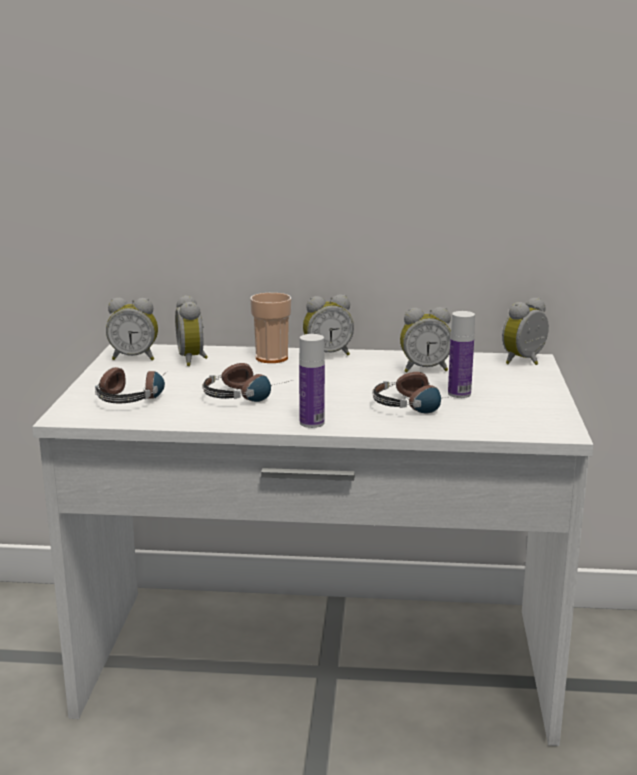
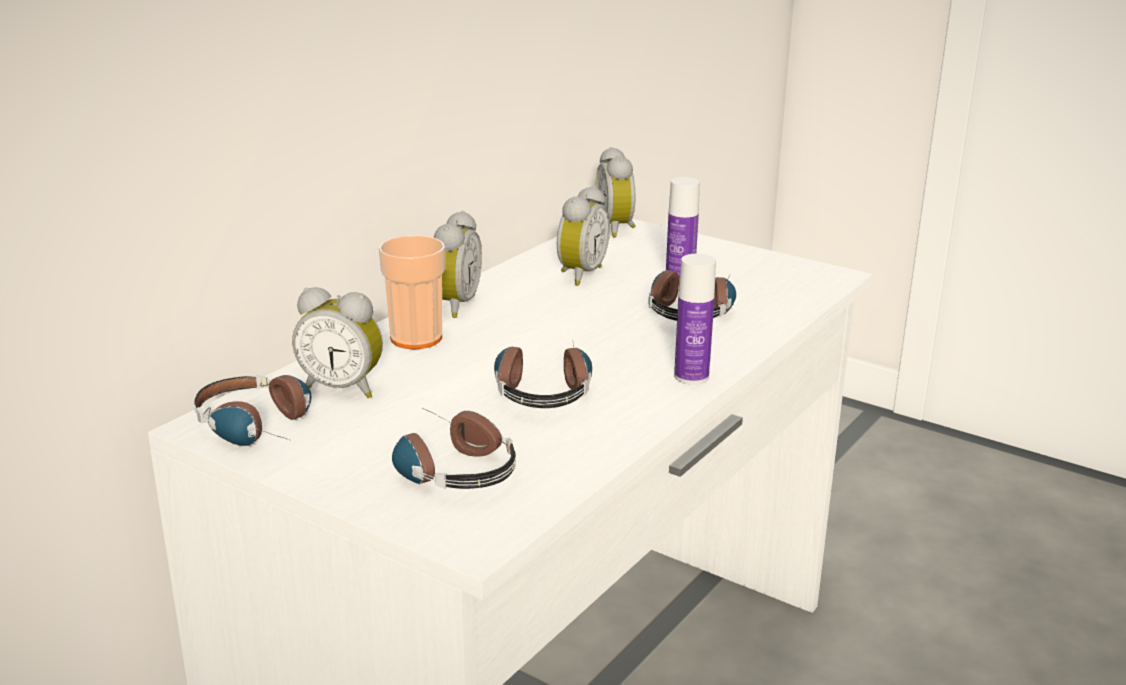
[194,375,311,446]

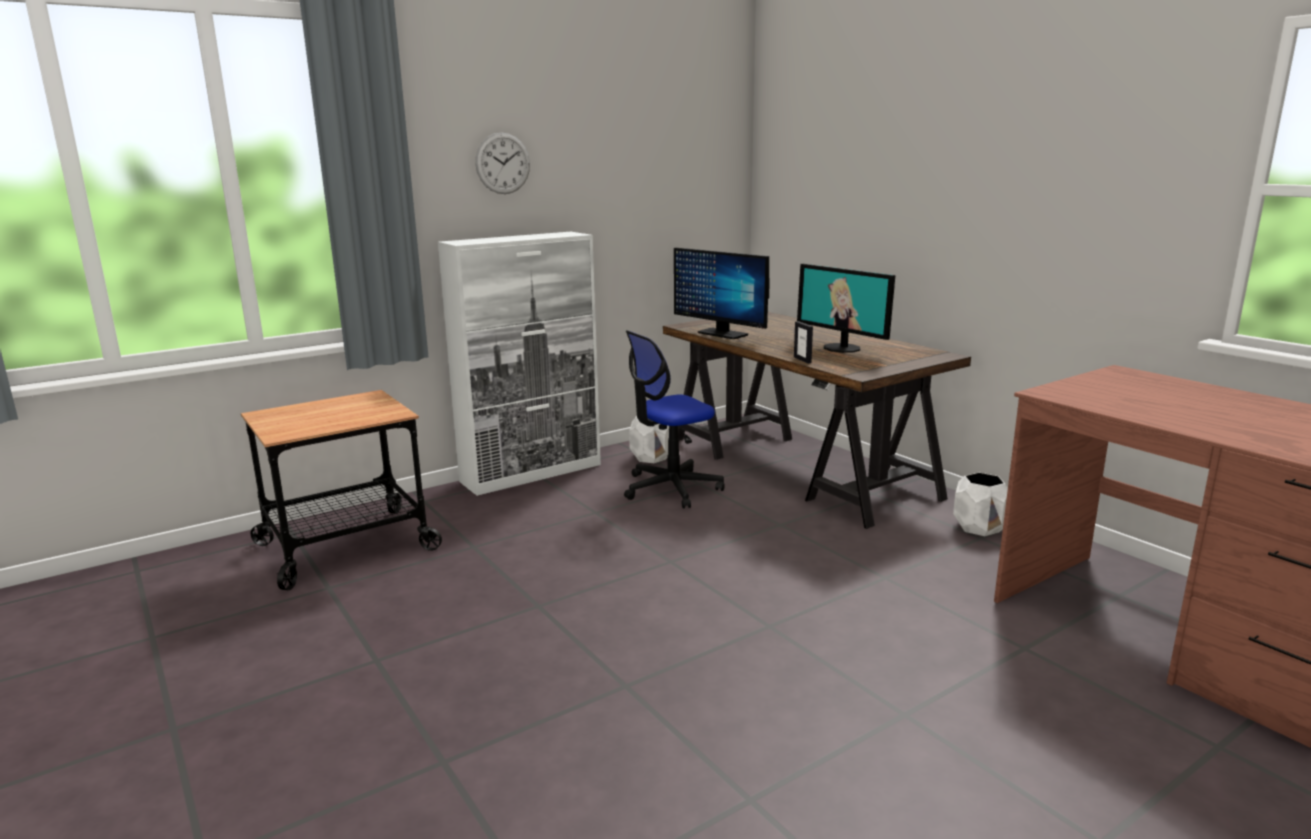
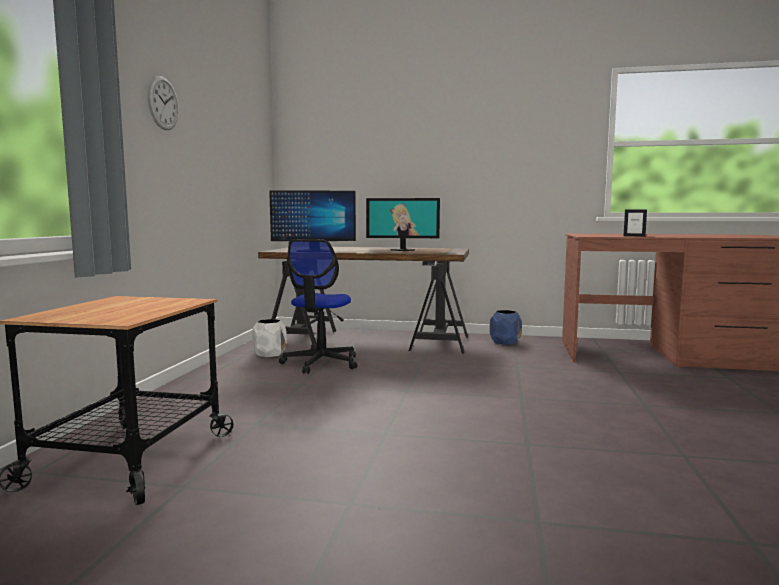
[438,232,601,496] (first image)
[624,209,647,237]
[490,310,522,345]

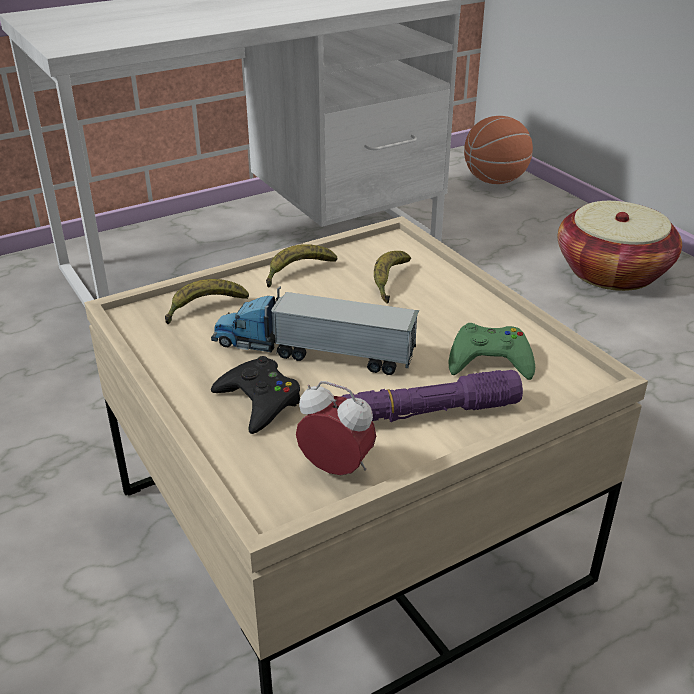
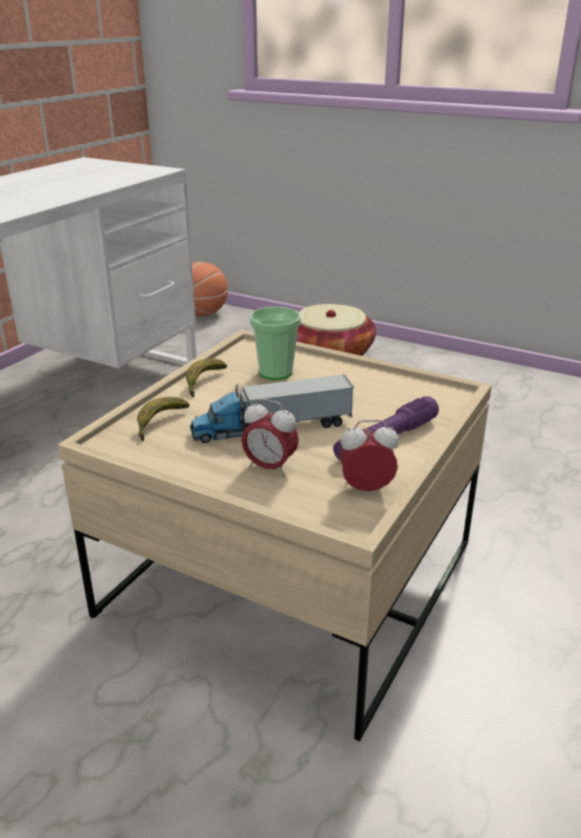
[448,323,535,380] (first image)
[241,398,299,477]
[250,307,301,380]

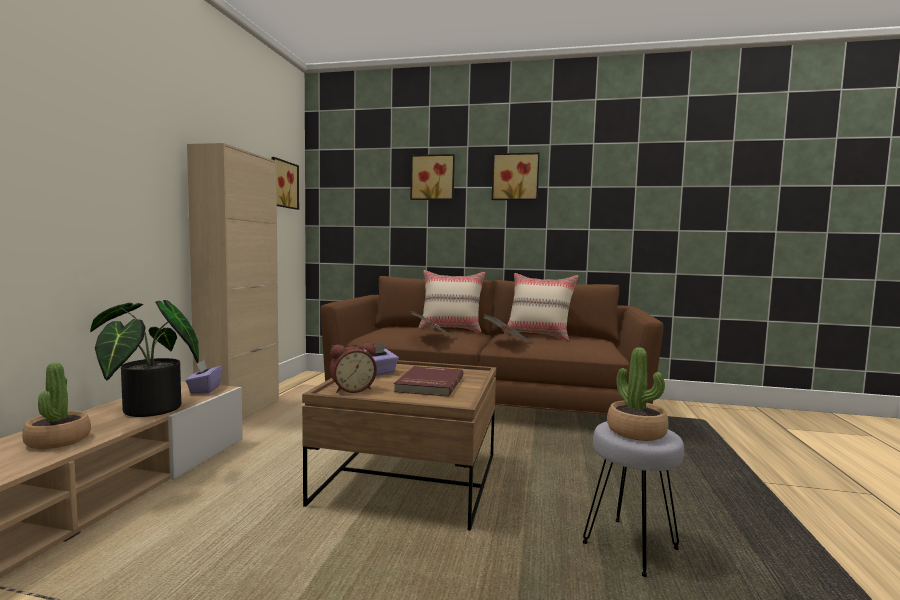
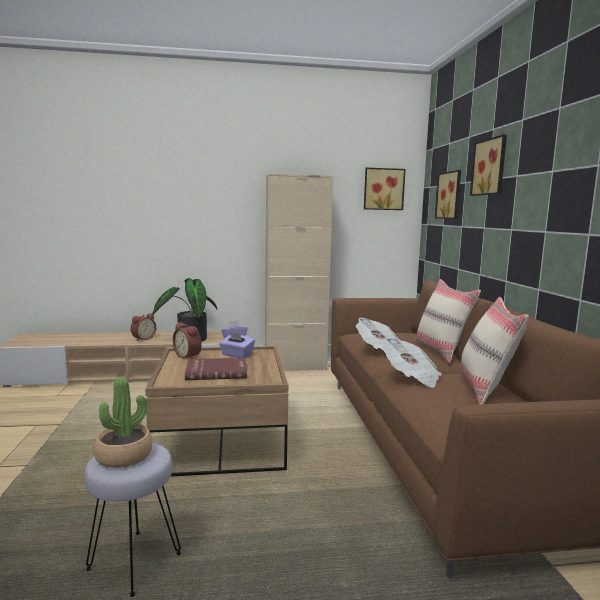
[435,170,461,219]
[131,313,156,341]

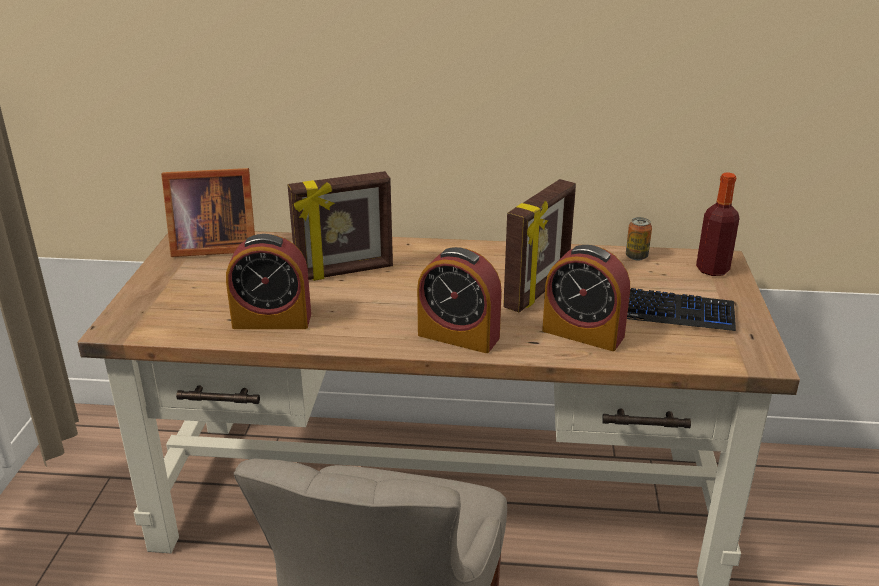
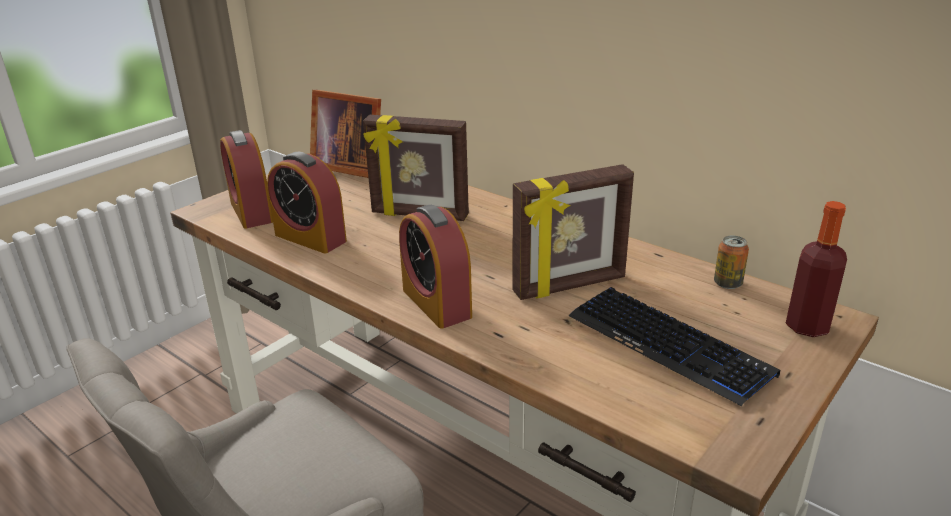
[220,130,273,229]

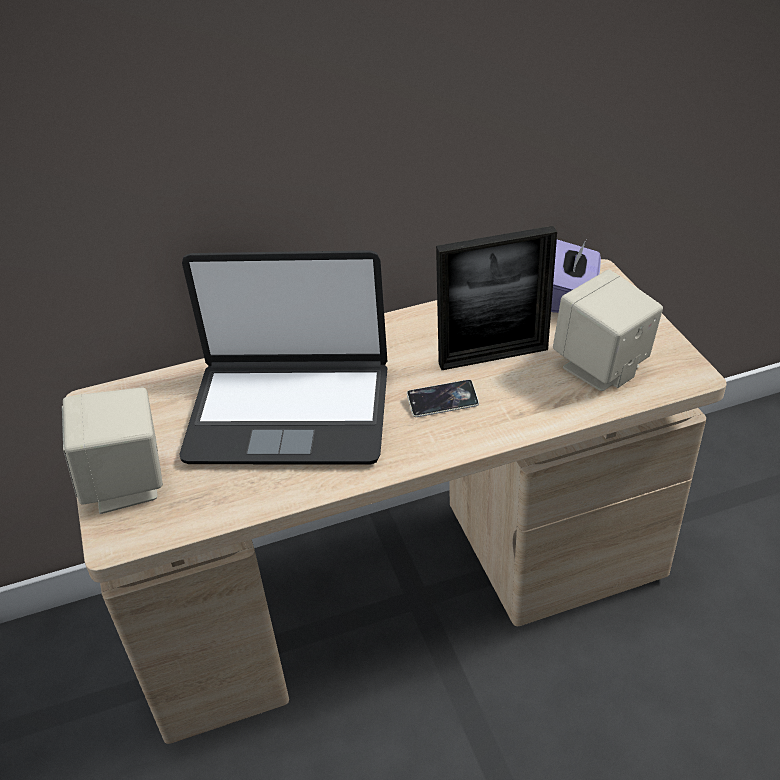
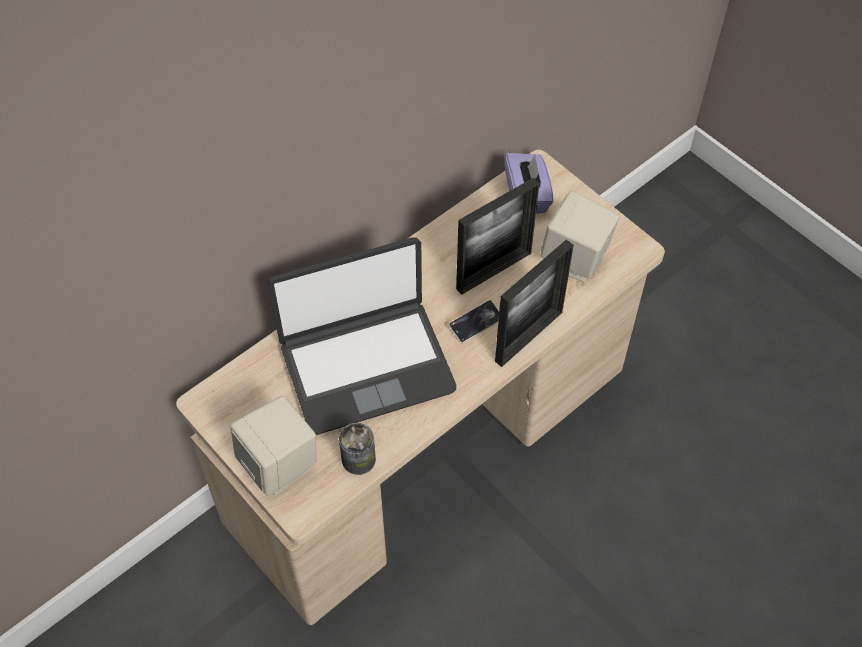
[339,423,376,475]
[495,240,574,367]

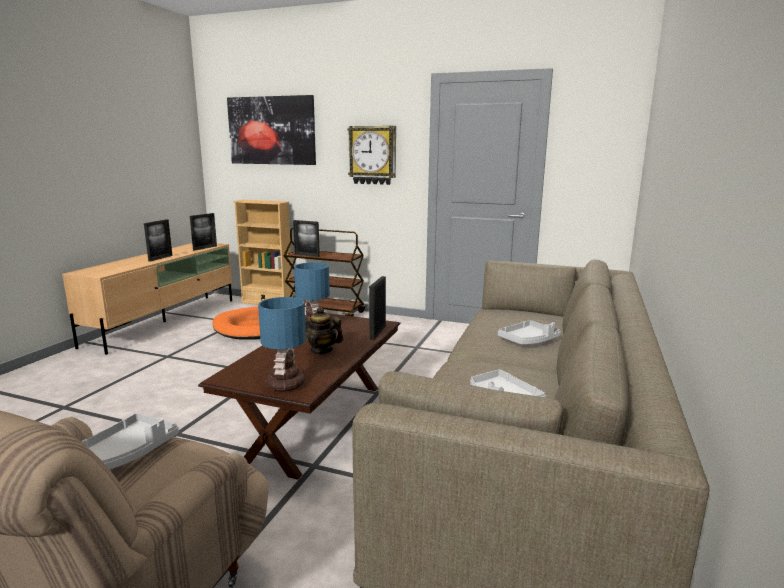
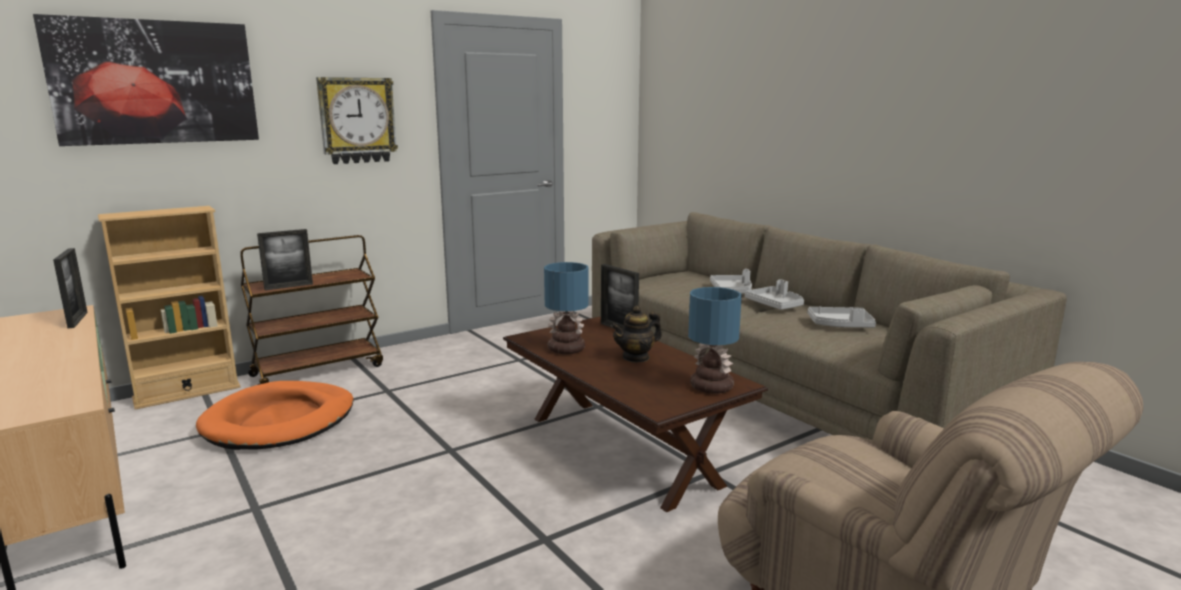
[144,219,172,261] (first image)
[745,279,804,310]

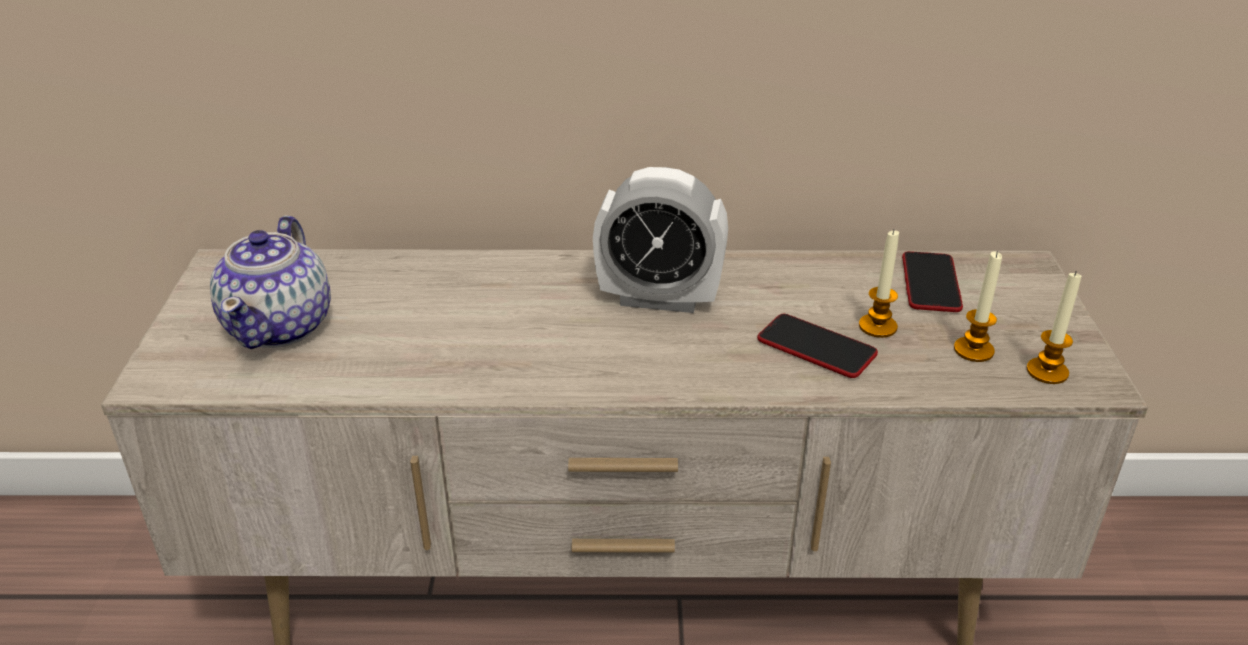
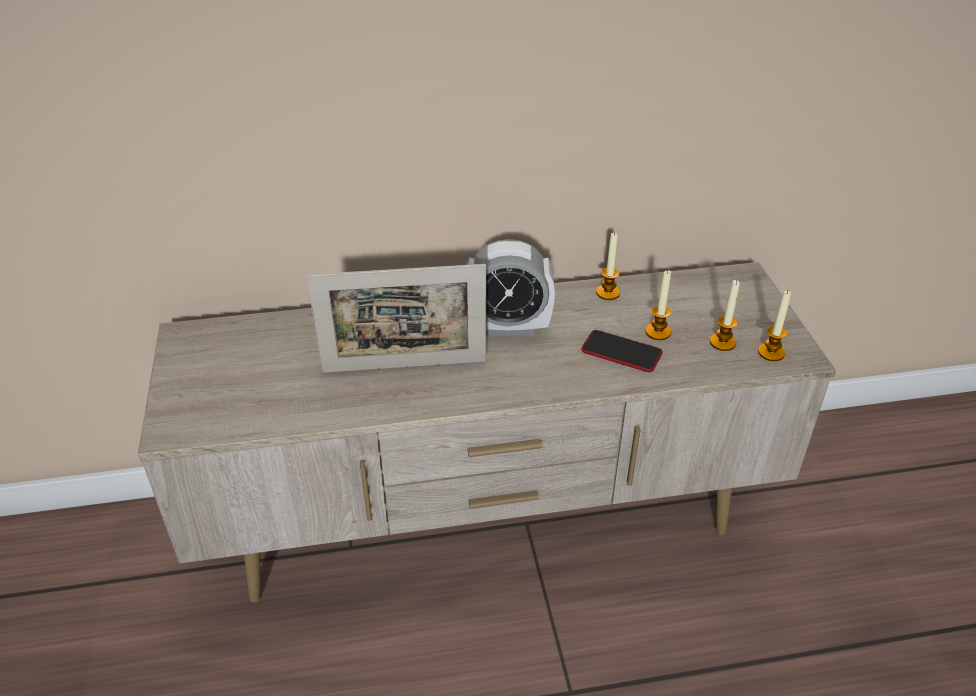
[210,215,331,349] (first image)
[902,251,963,312] (first image)
[307,264,486,373]
[596,232,620,300]

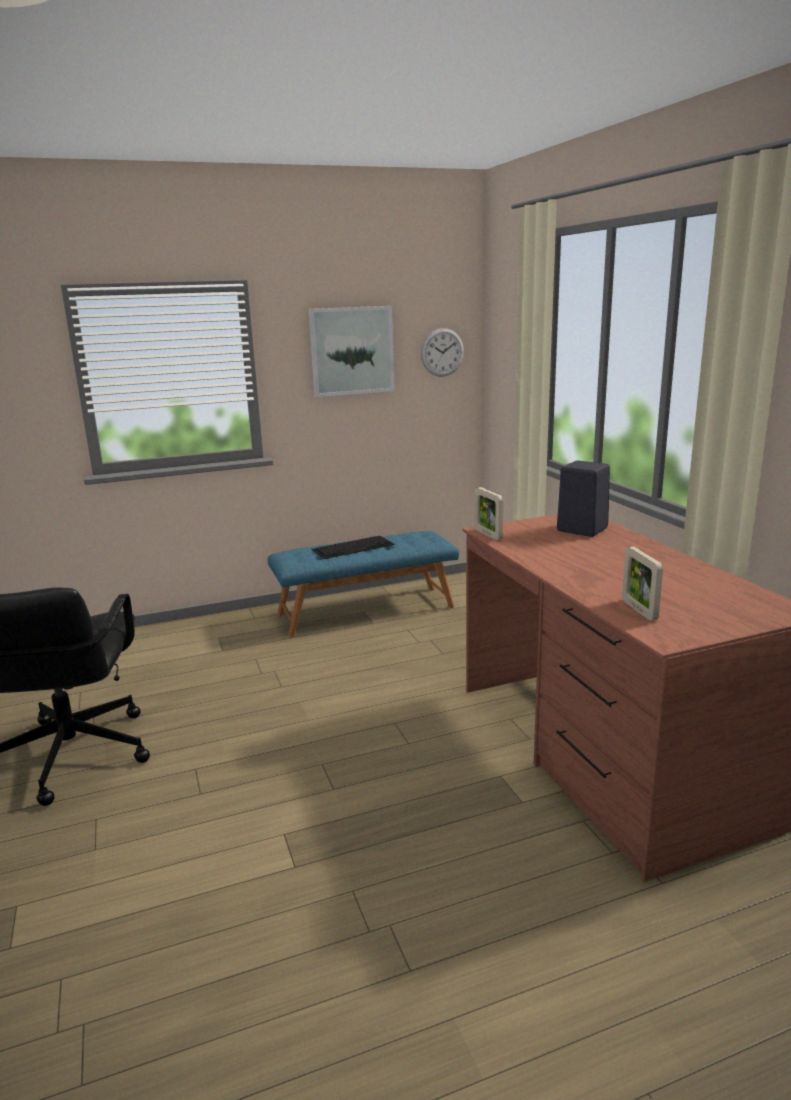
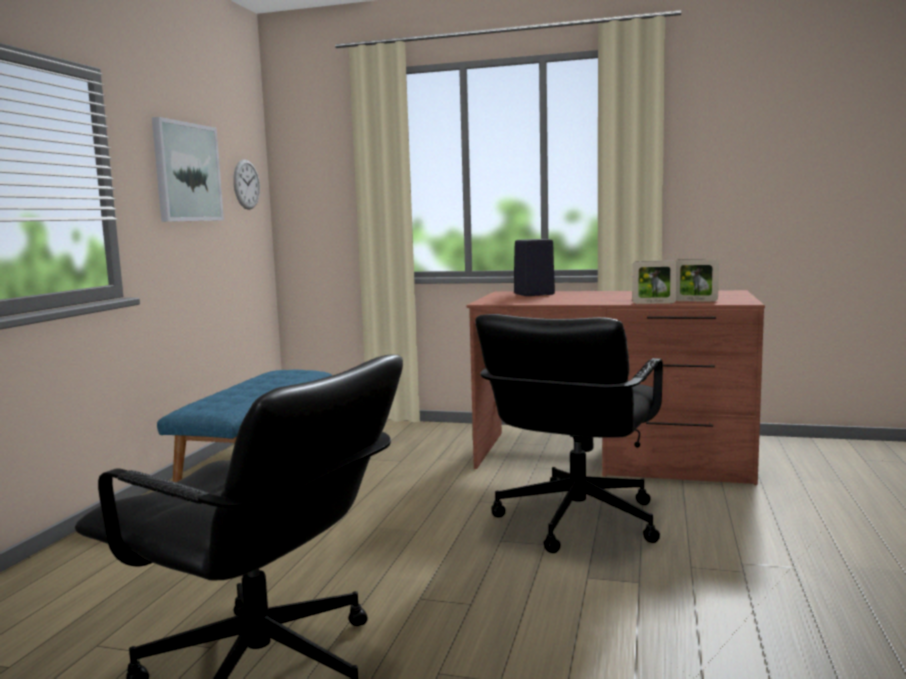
[312,536,395,559] (first image)
[475,314,663,553]
[632,260,677,304]

